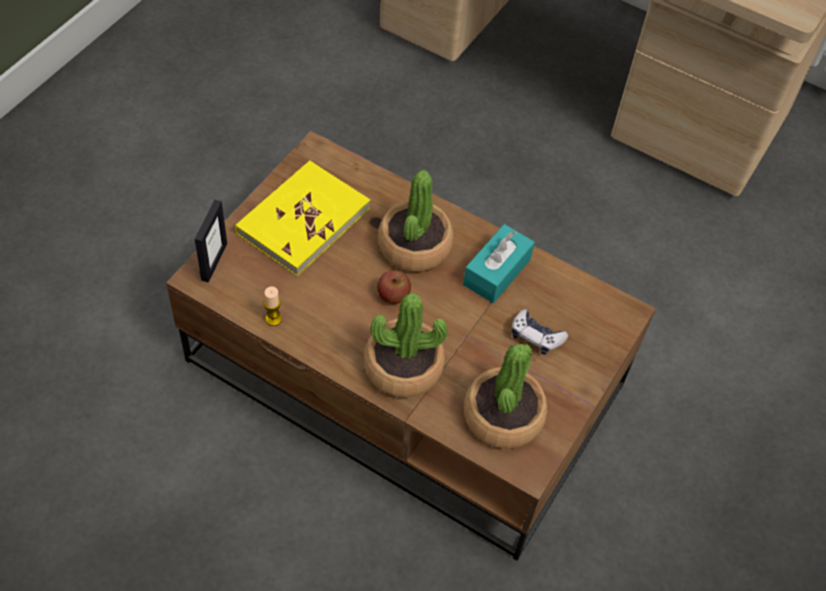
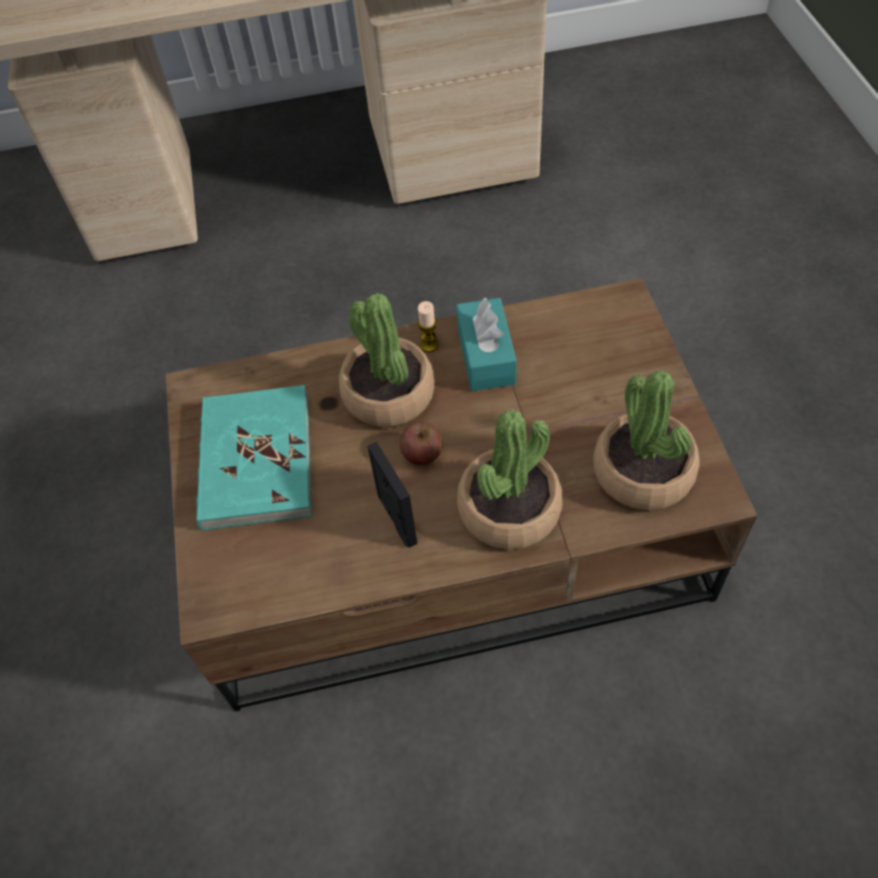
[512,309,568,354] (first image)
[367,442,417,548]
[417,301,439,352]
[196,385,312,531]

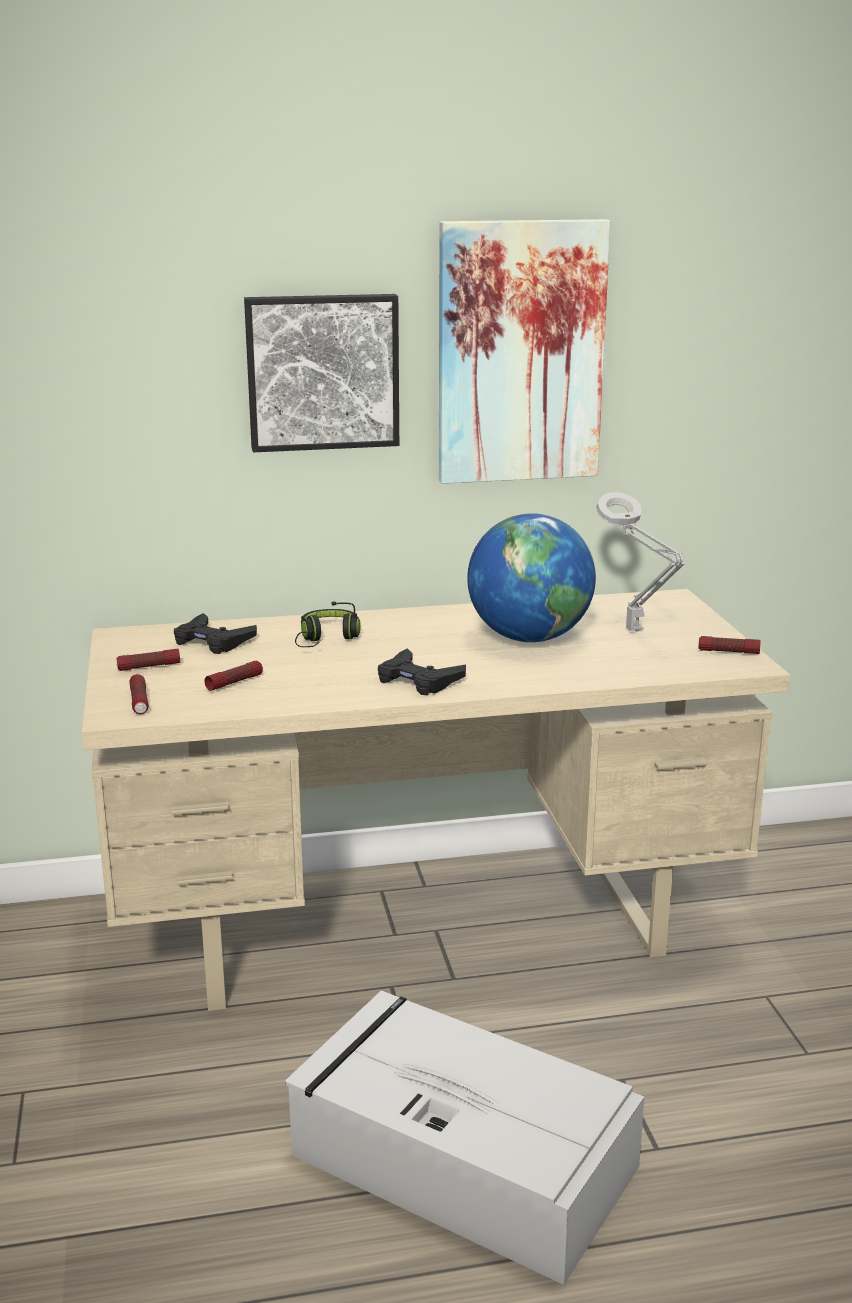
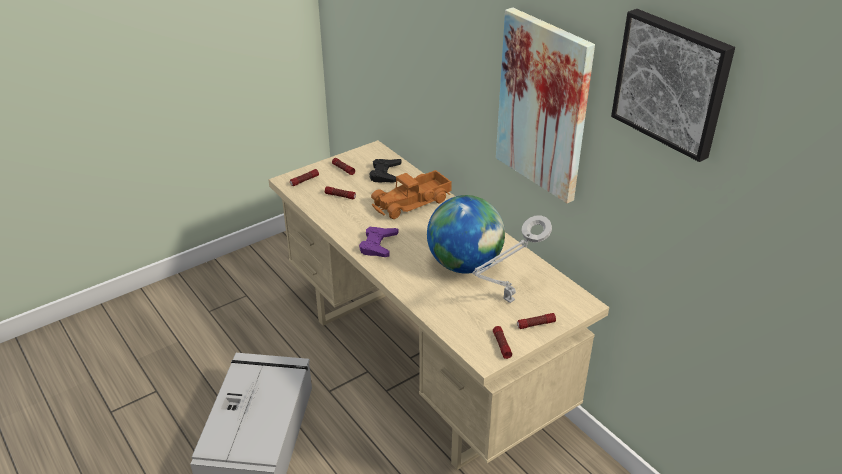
[517,313,556,329]
[611,9,735,162]
[371,170,452,219]
[359,227,398,257]

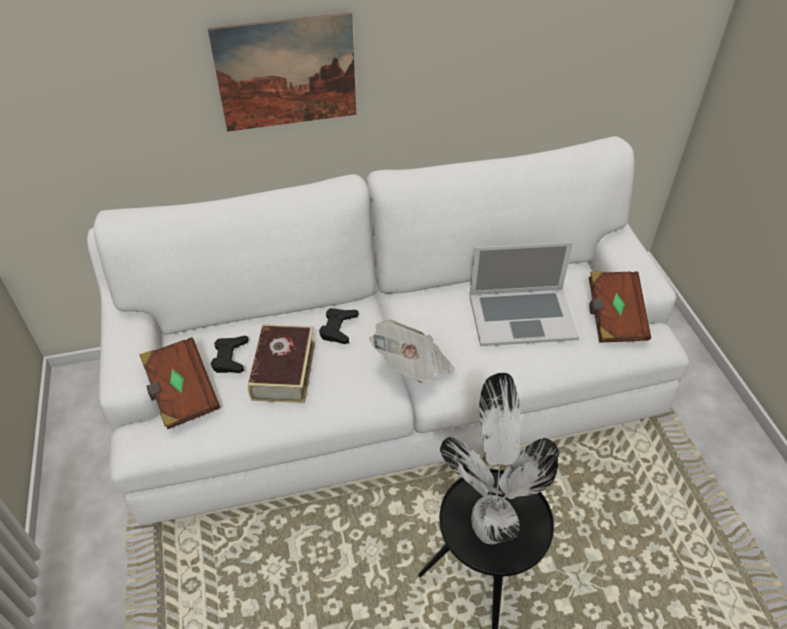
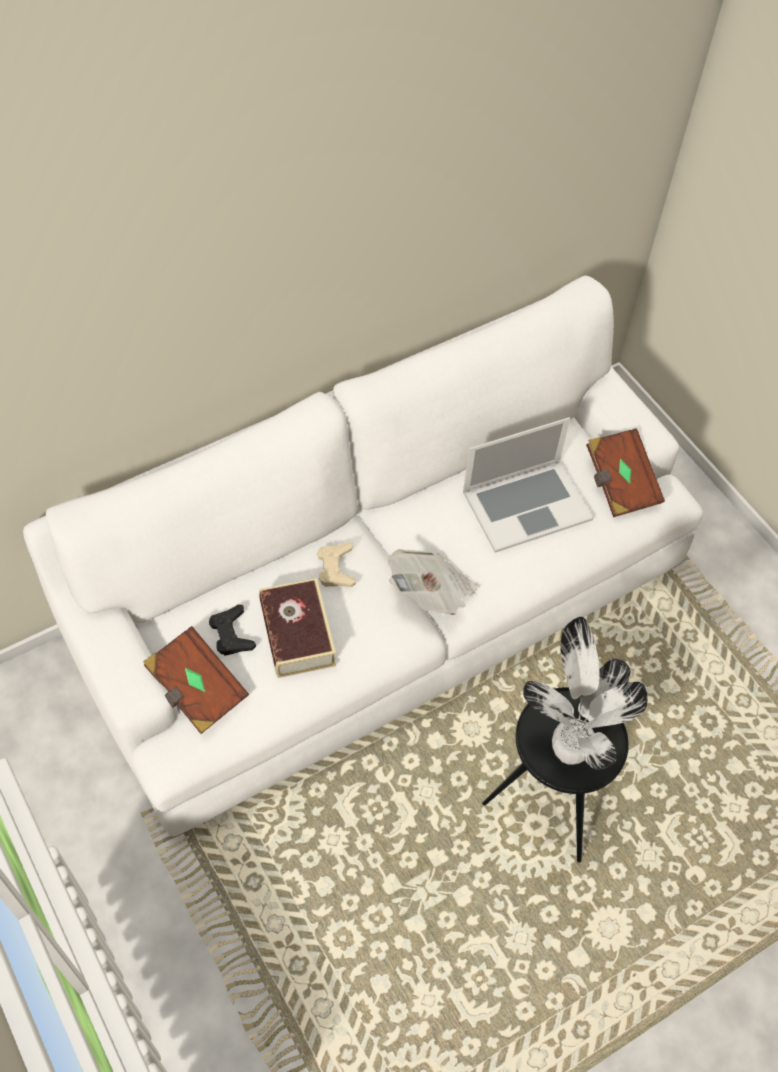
[208,12,356,132] (first image)
[317,542,356,587]

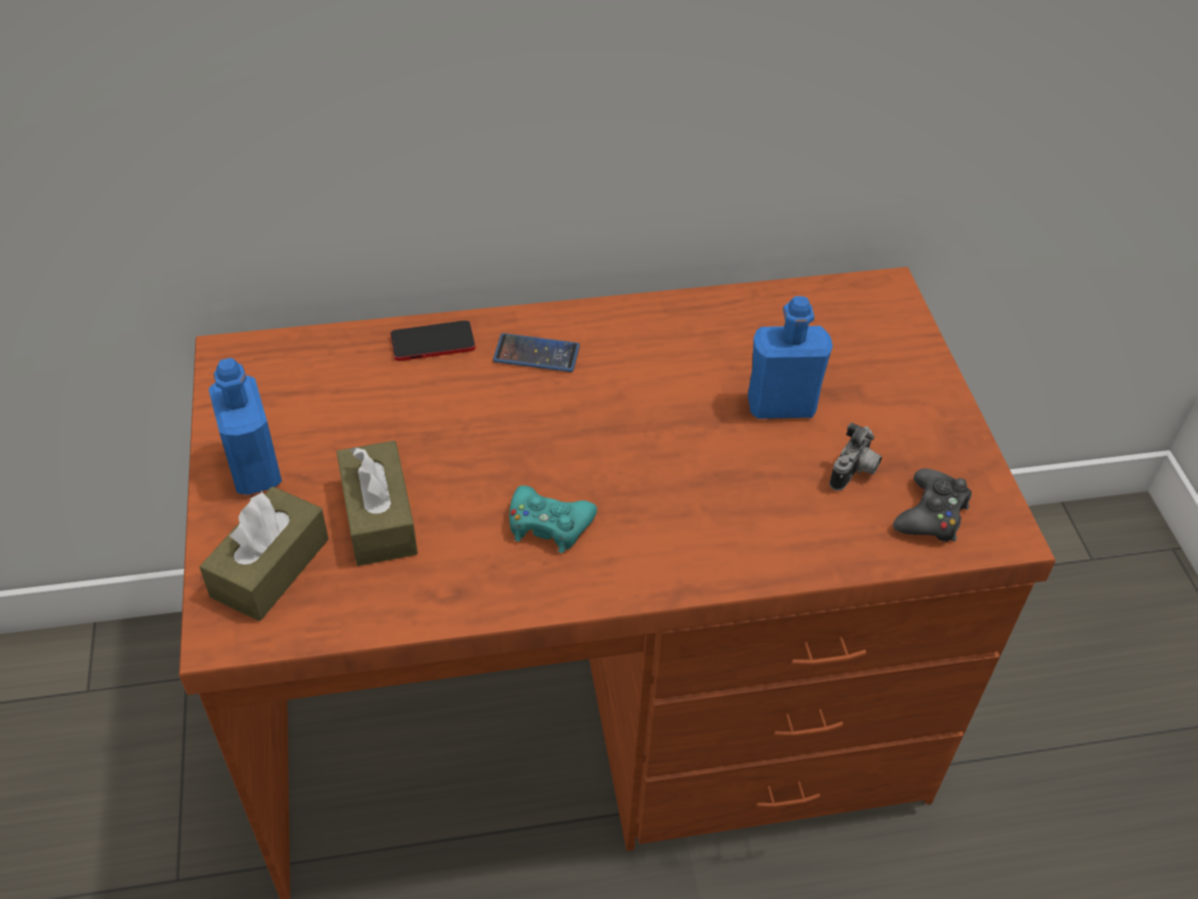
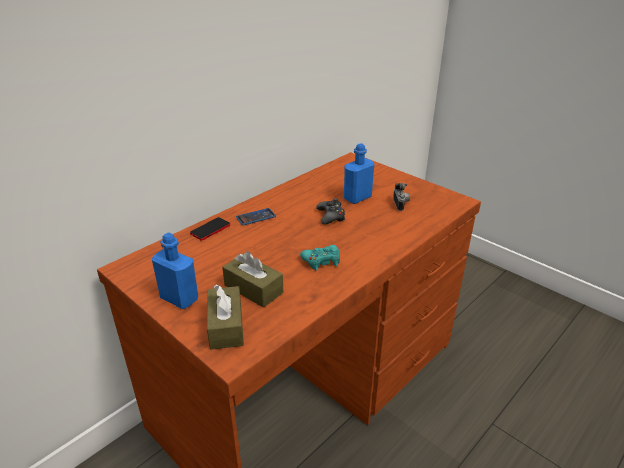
[316,198,345,225]

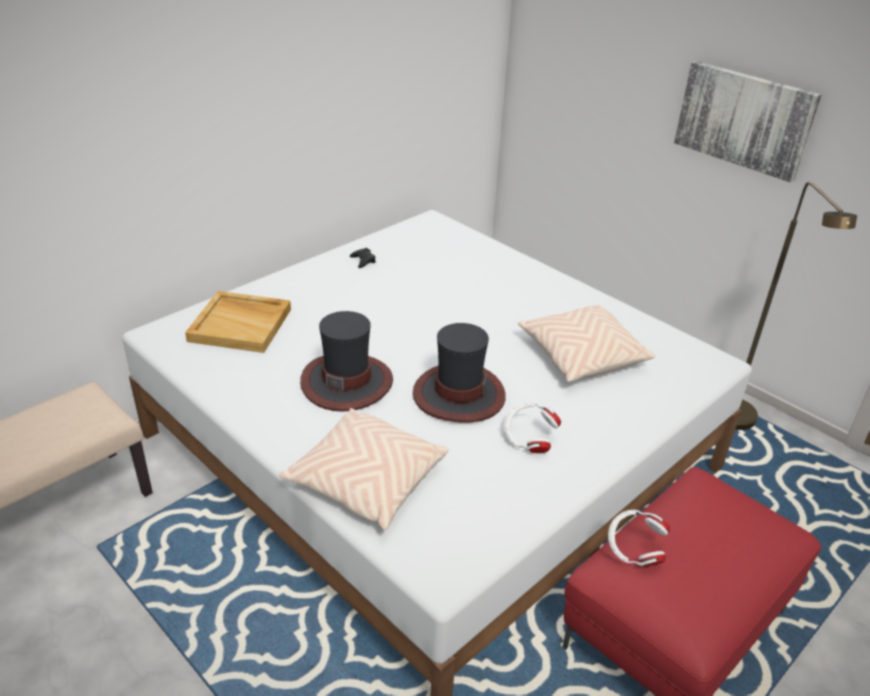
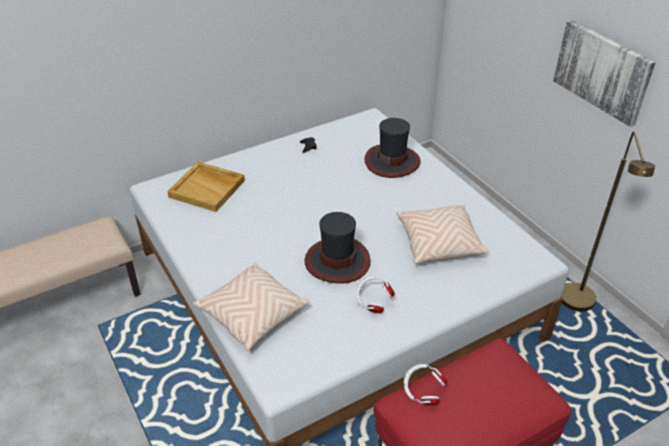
[364,118,421,178]

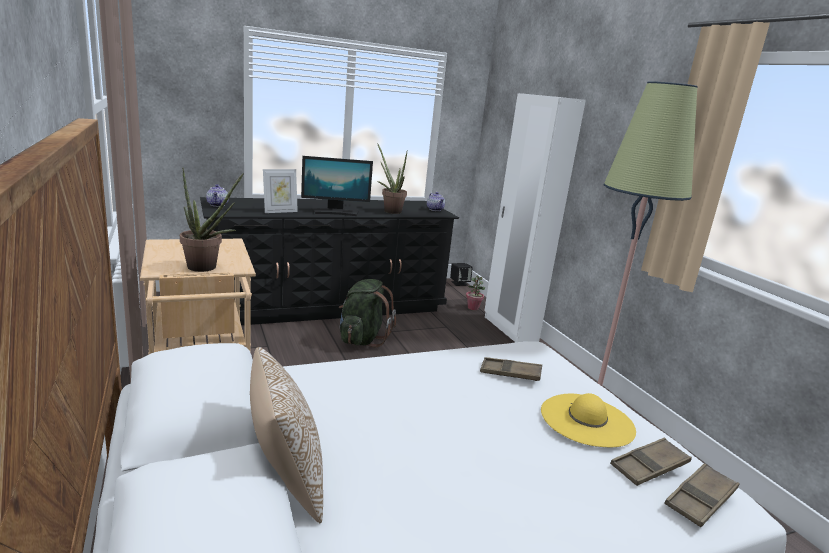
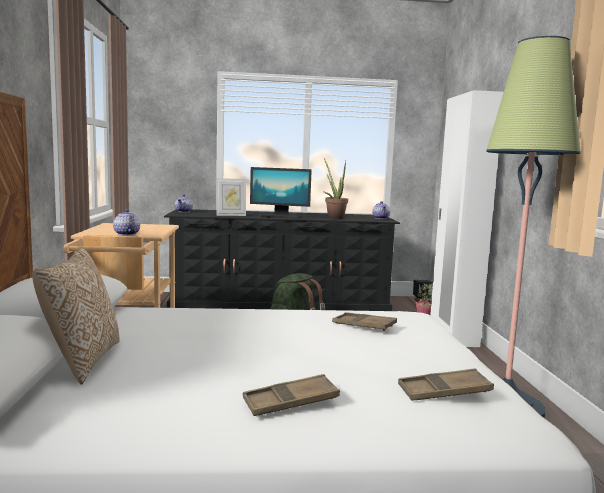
[541,393,636,447] (first image)
[243,374,340,416]
[113,209,140,235]

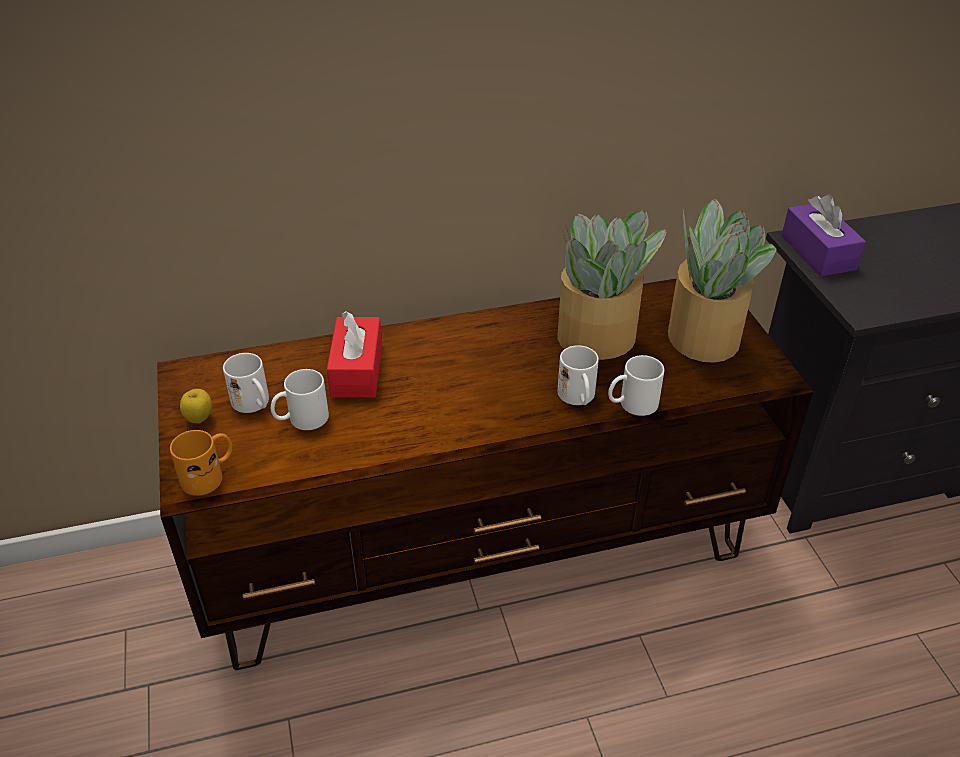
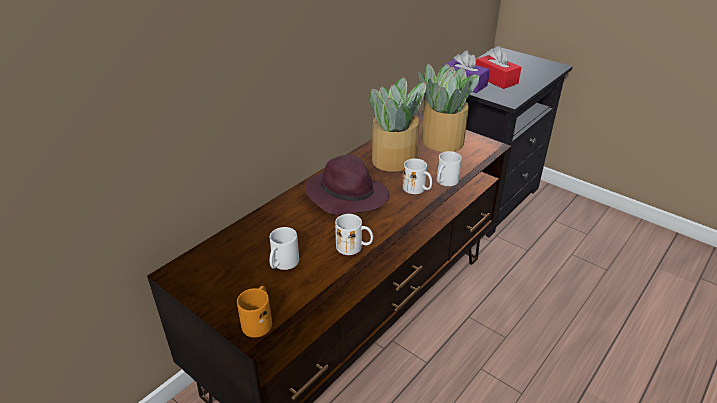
[180,389,212,424] (first image)
[305,155,389,215]
[335,214,373,255]
[476,46,521,89]

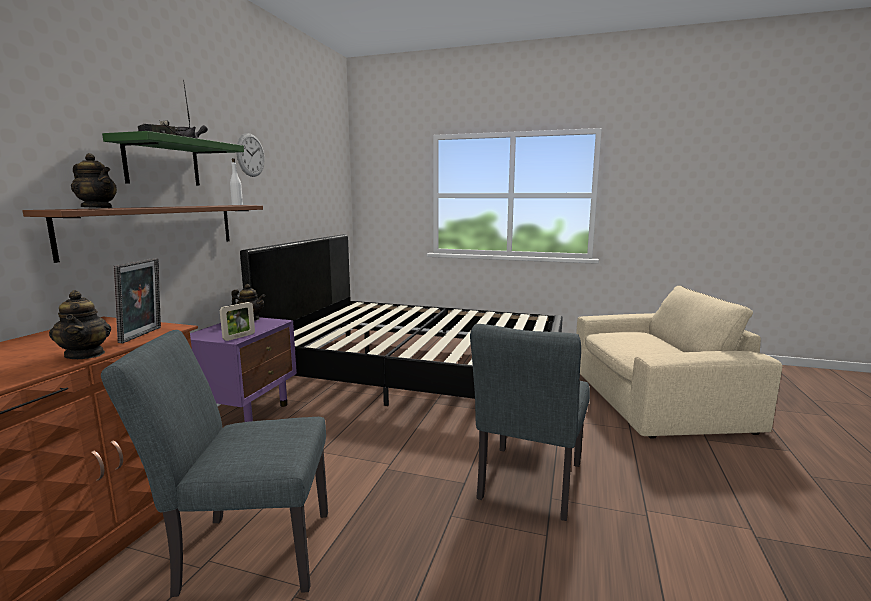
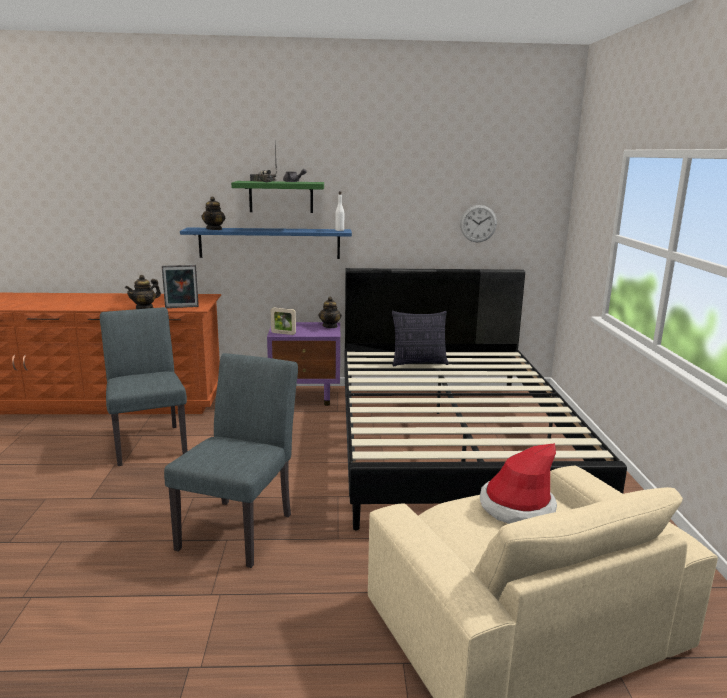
[392,311,449,366]
[480,443,557,524]
[460,205,497,242]
[180,227,352,259]
[164,353,298,568]

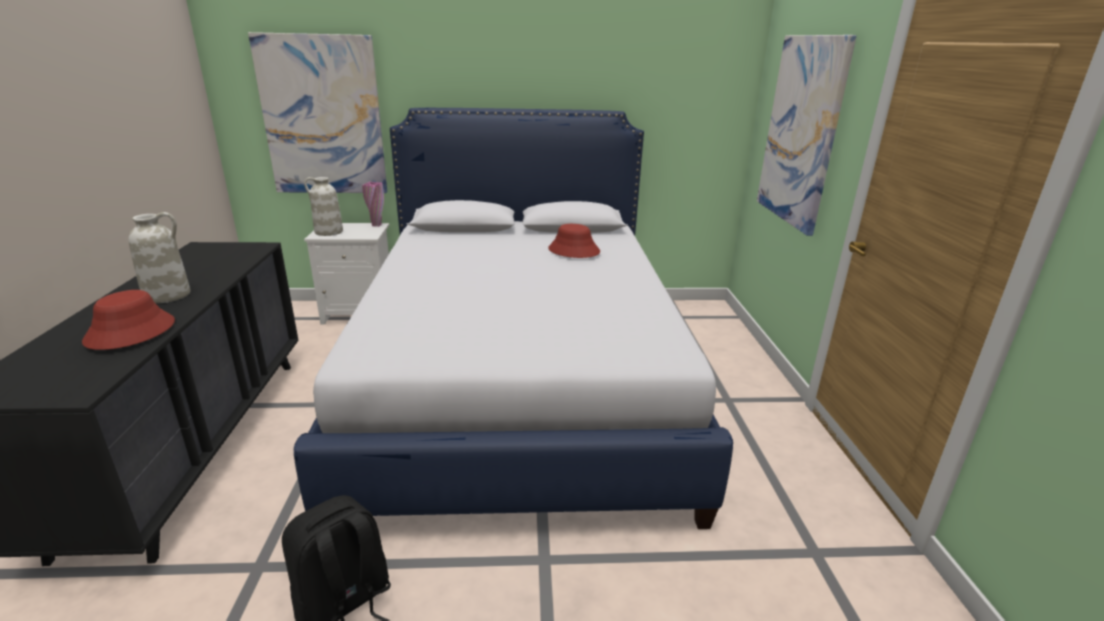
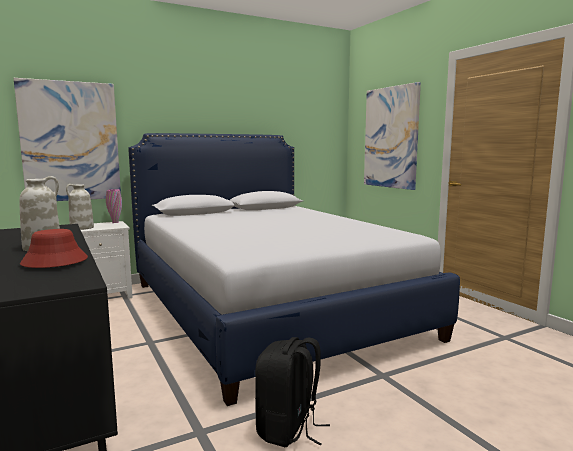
[548,224,600,258] (first image)

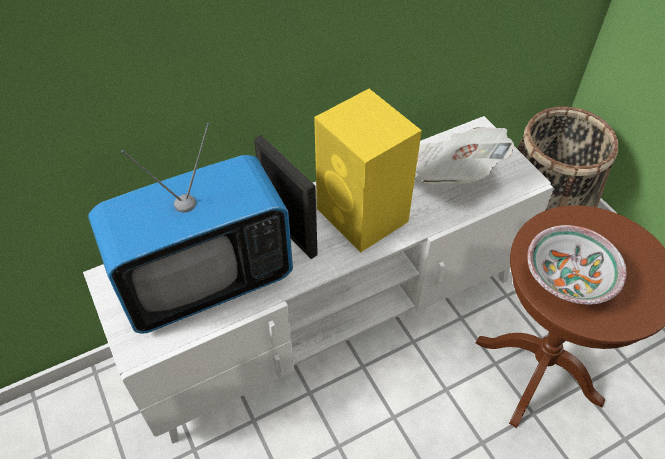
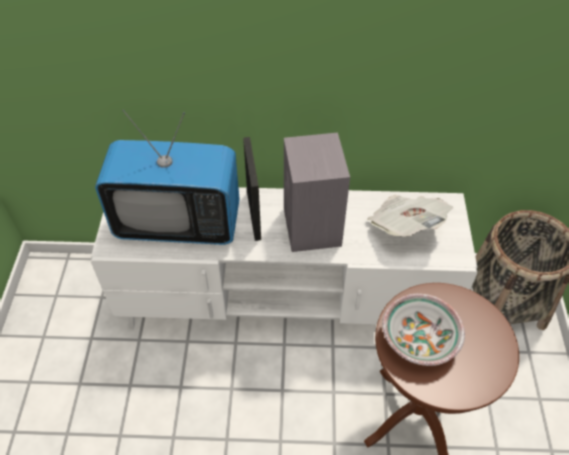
[284,132,350,252]

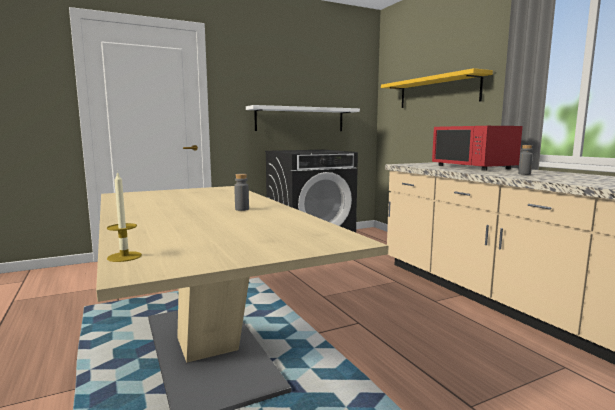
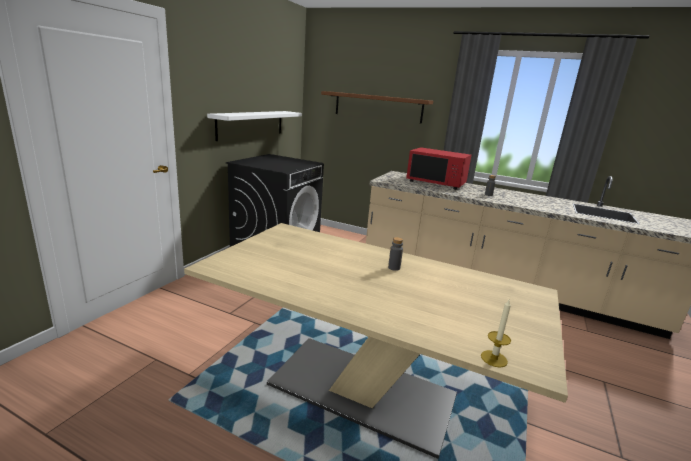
[321,91,433,124]

